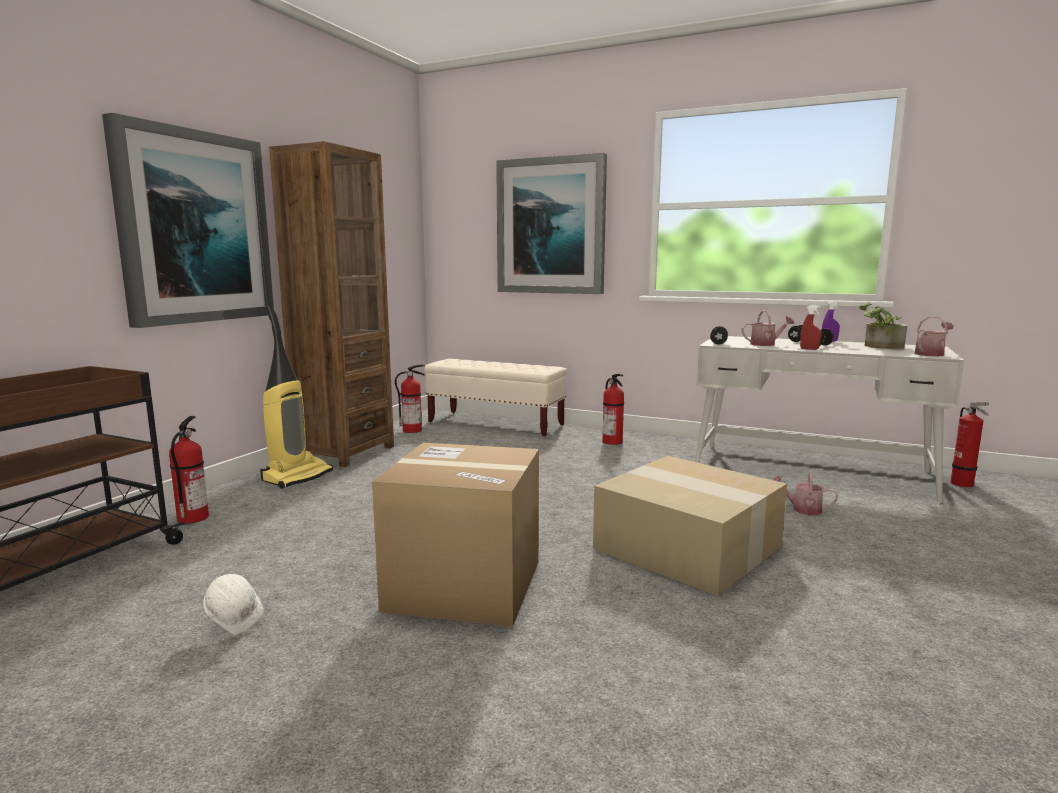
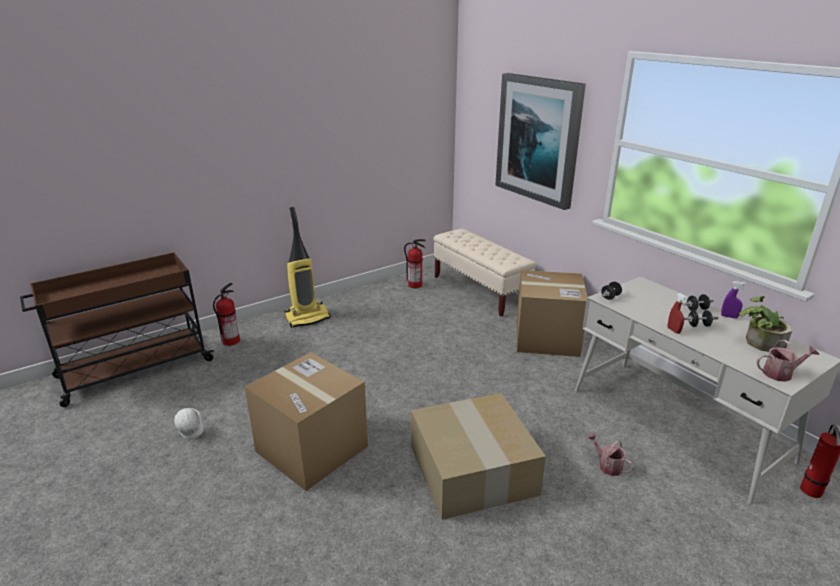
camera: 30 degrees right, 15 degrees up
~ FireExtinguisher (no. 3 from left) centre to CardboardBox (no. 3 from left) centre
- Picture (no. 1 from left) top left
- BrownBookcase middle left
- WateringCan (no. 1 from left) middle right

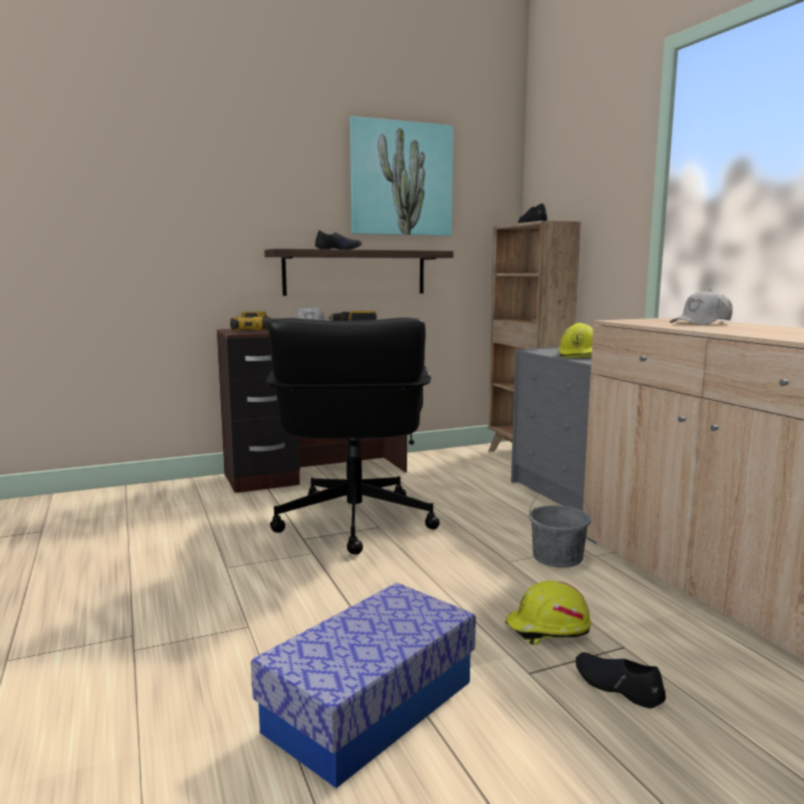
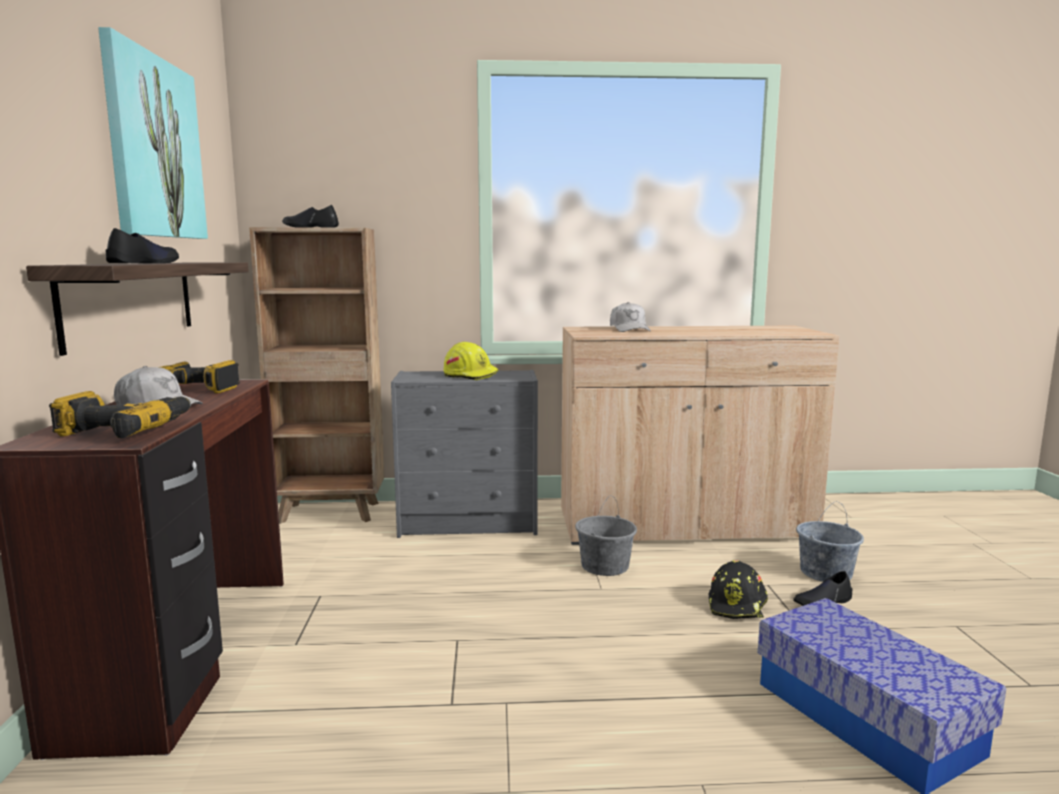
camera: 70 degrees left, 0 degrees up
~ YellowHardHat (no. 1 from left) bottom right to BlackHardHat bottom right
+ GreyBucket (no. 2 from left) bottom right
- BlackOfficeChair centre

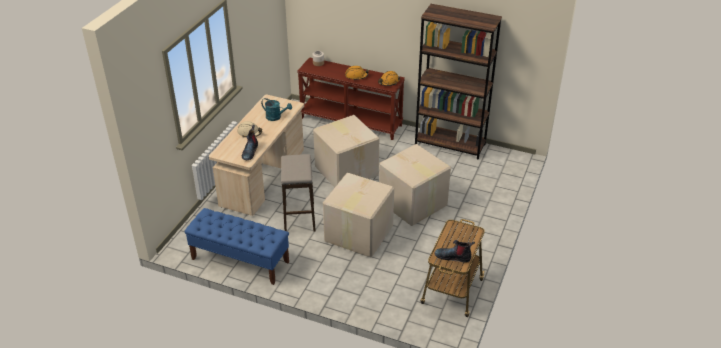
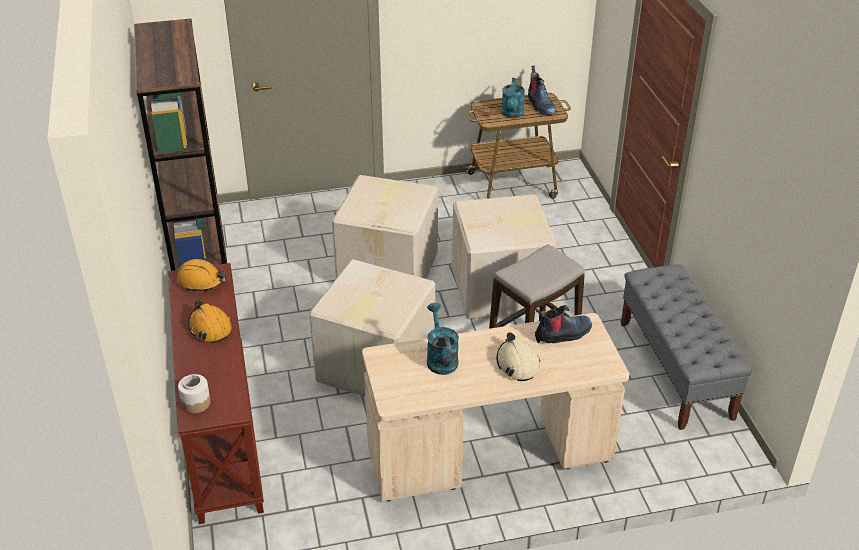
camera: 125 degrees left, 0 degrees up
+ TurquoiseWateringCan (no. 2 from left) top centre
~ BlueBench bottom left to GreyBench middle right

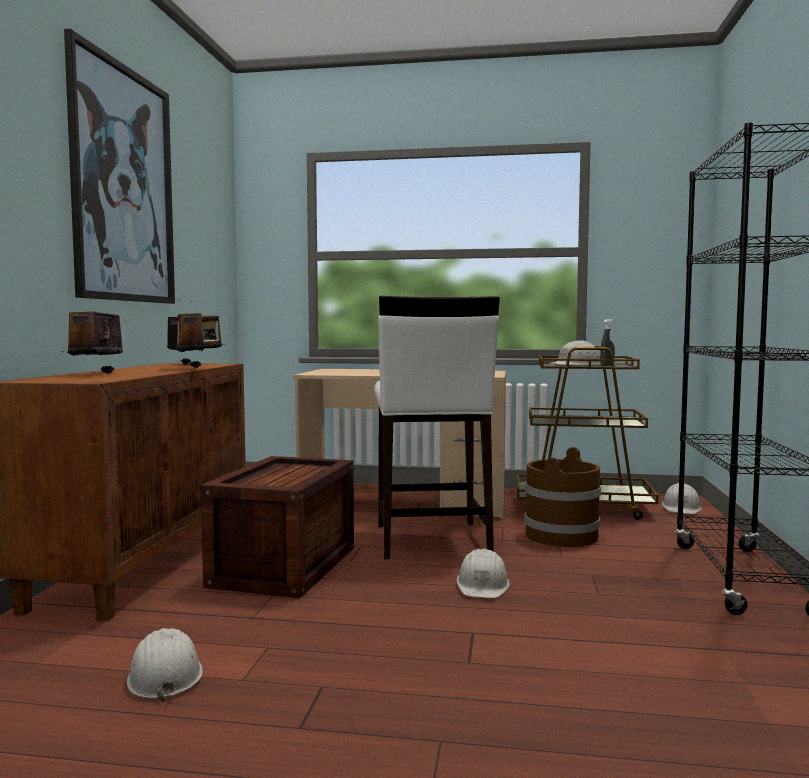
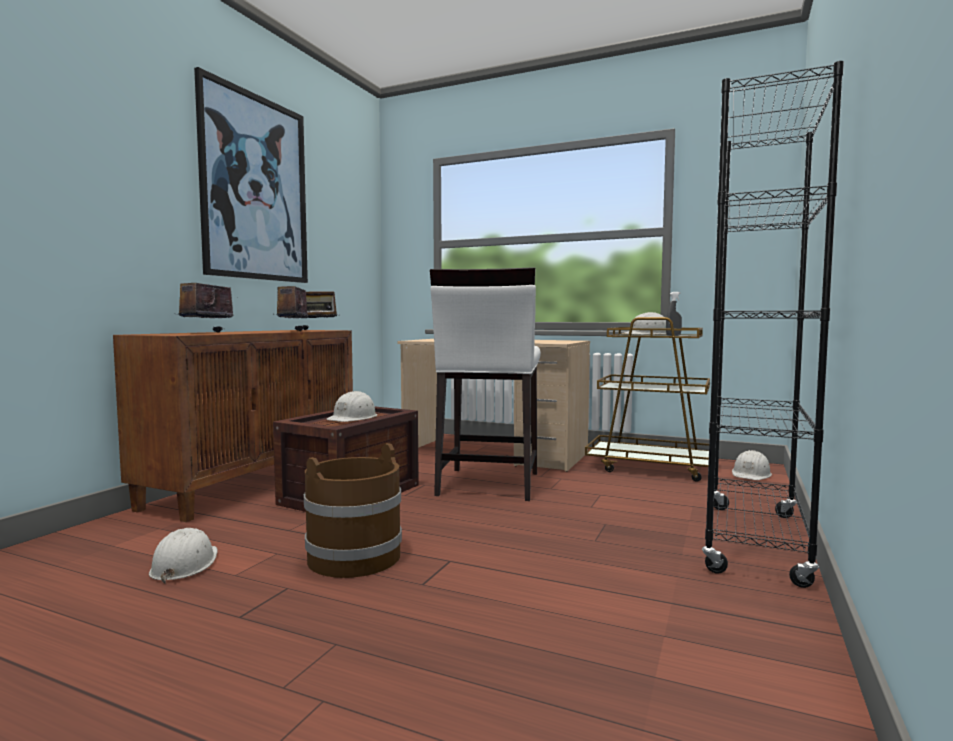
camera: 15 degrees right, 0 degrees up
~ BrownBucket middle right to bottom centre
~ WhiteHardHat (no. 2 from left) bottom centre to centre

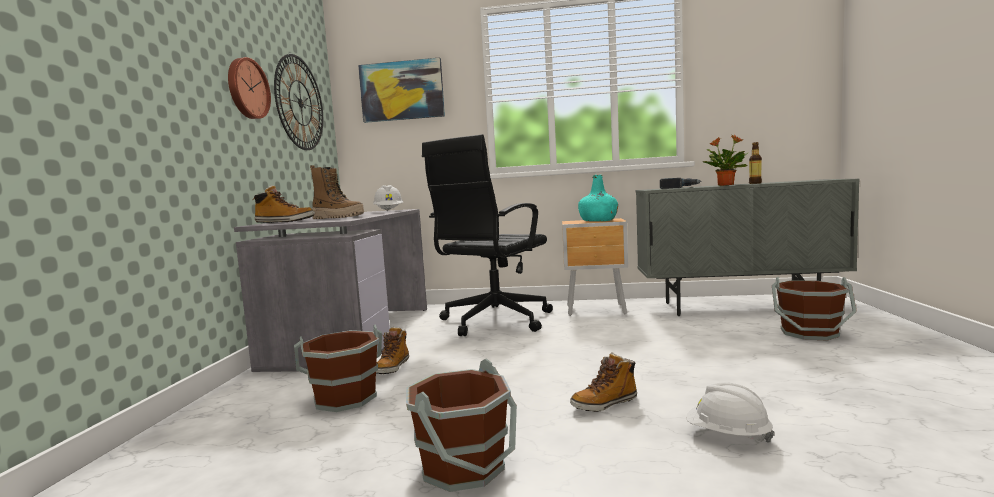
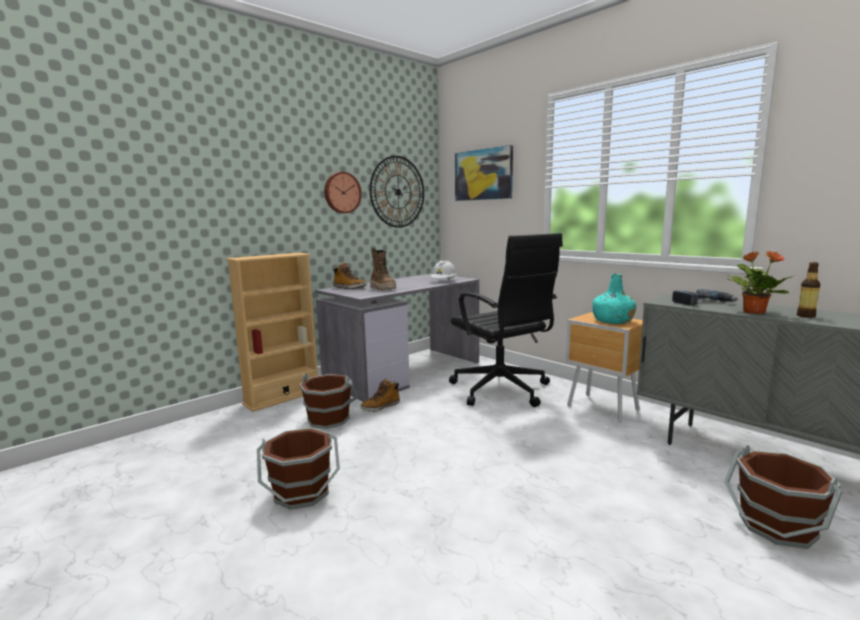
camera: 40 degrees right, 5 degrees up
+ BeigeBookcase middle left
~ BlackOfficeChair centre = centre 105 degrees counterclockwise
- Boot (no. 4 from left) bottom centre
- WhiteHardHat (no. 2 from left) bottom right

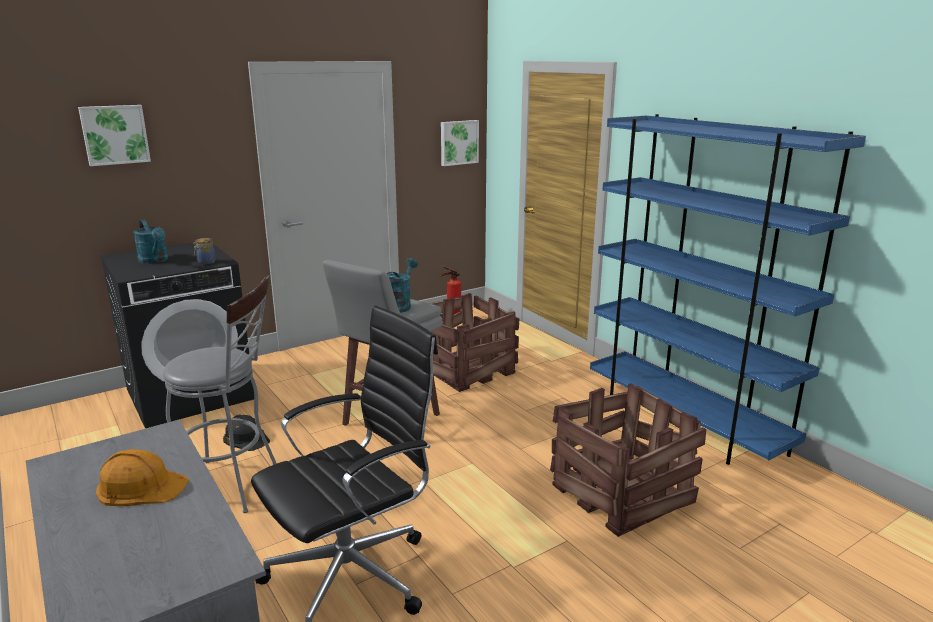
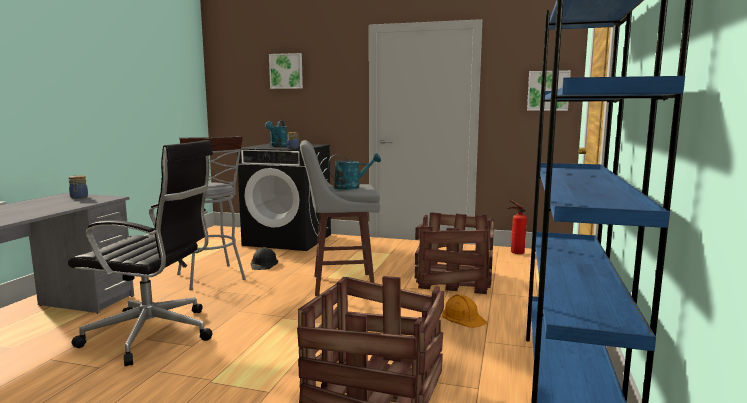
camera: 50 degrees right, 10 degrees down
+ Jar (no. 1 from left) middle left
~ OrangeHardHat bottom left to bottom centre

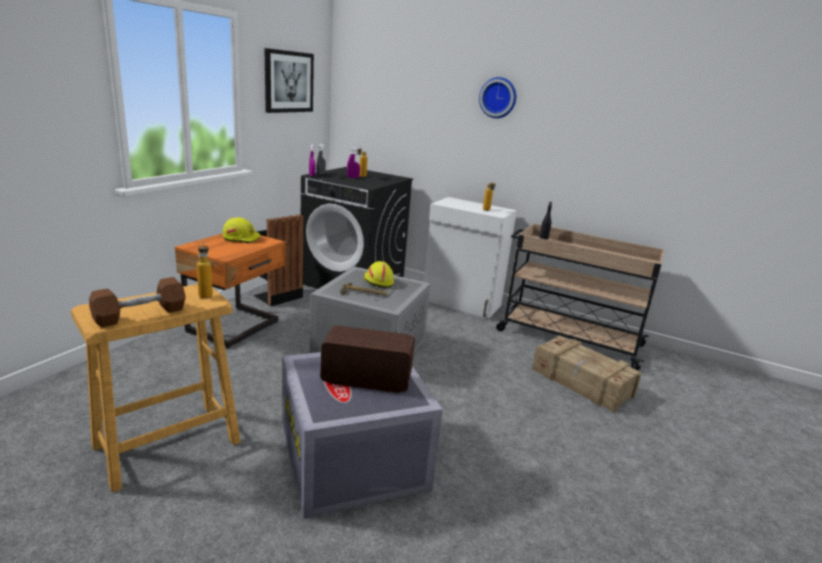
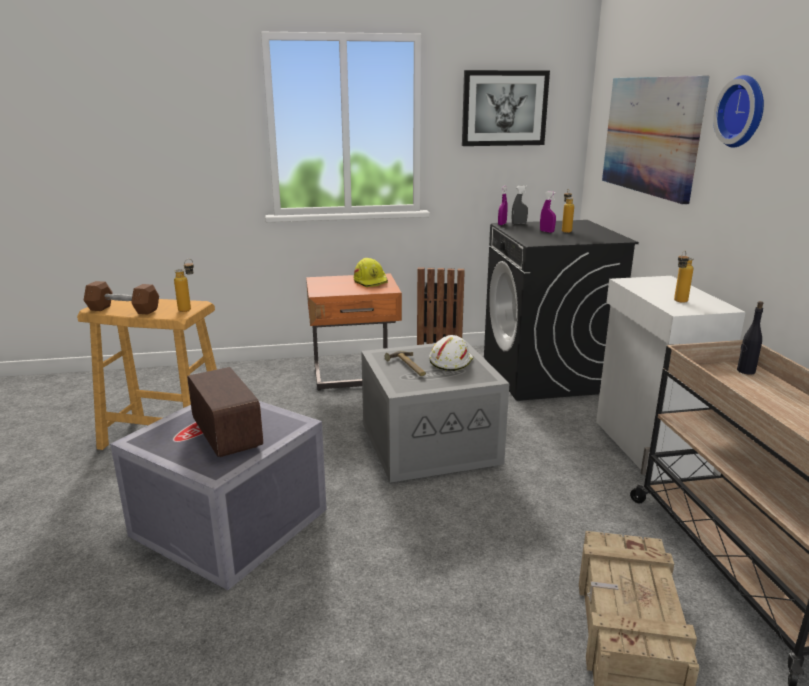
camera: 55 degrees right, 0 degrees up
~ YellowHardHat (no. 2 from left) centre to WhiteHardHat centre
+ Picture (no. 2 from left) top right

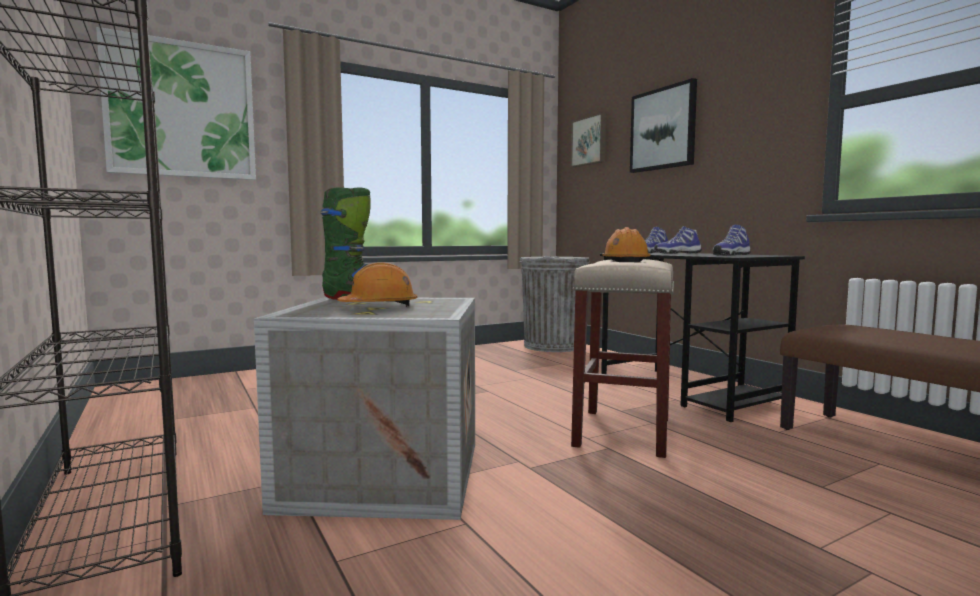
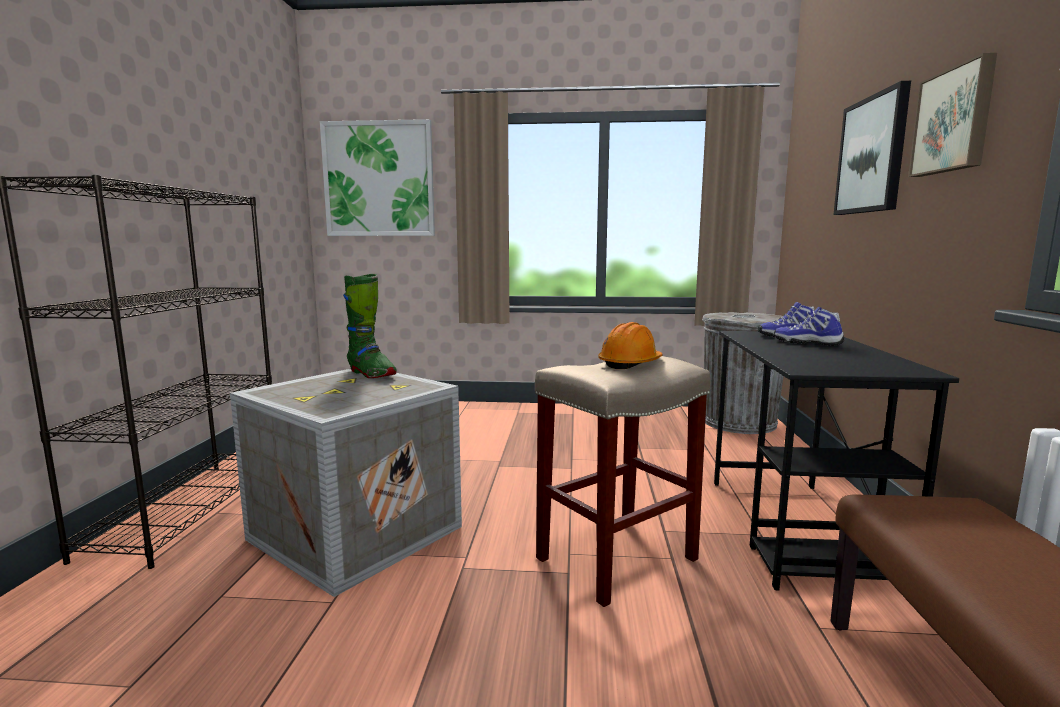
camera: 35 degrees right, 5 degrees up
~ Picture (no. 2 from left in the first image) top centre to Picture (no. 3 from left) top right
- OrangeHardHat (no. 1 from left) centre
- Shoe (no. 3 from left) middle right

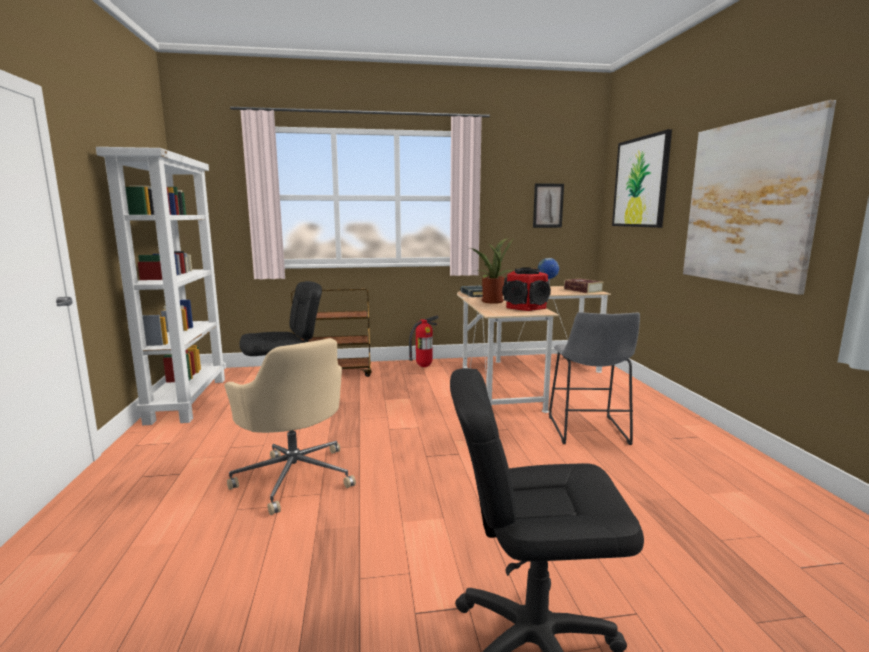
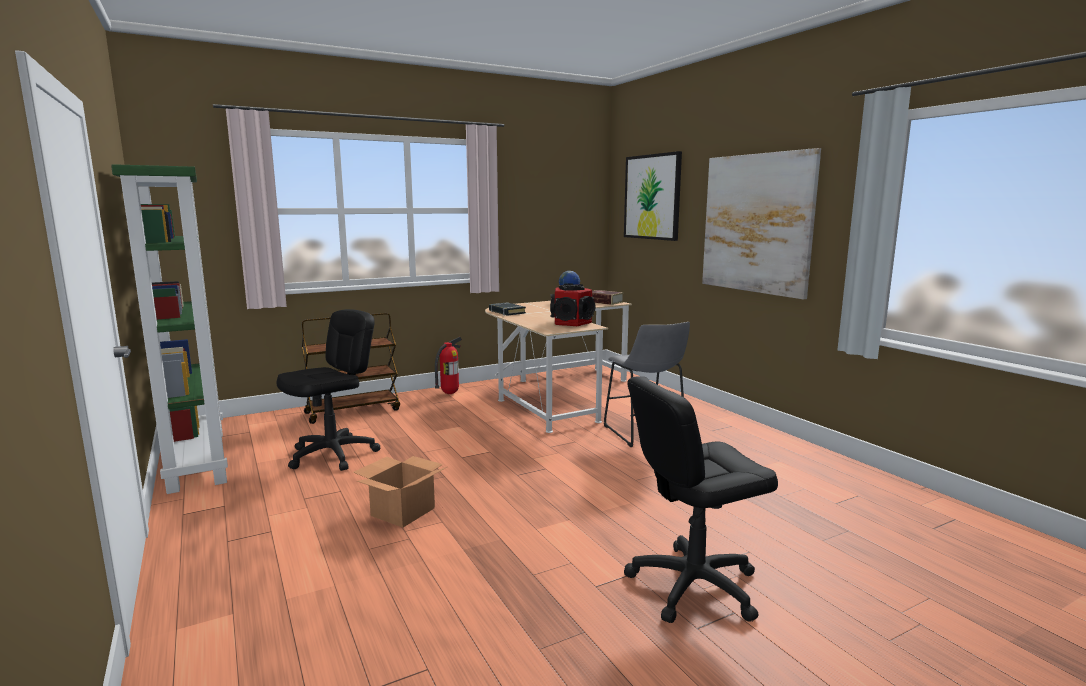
camera: 20 degrees left, 0 degrees up
~ WhiteBookcase middle left to GreenBookcase middle left
~ BeigeOfficeChair centre to CardboardBox bottom centre
- PottedPlant centre
- Picture (no. 1 from left) top centre

